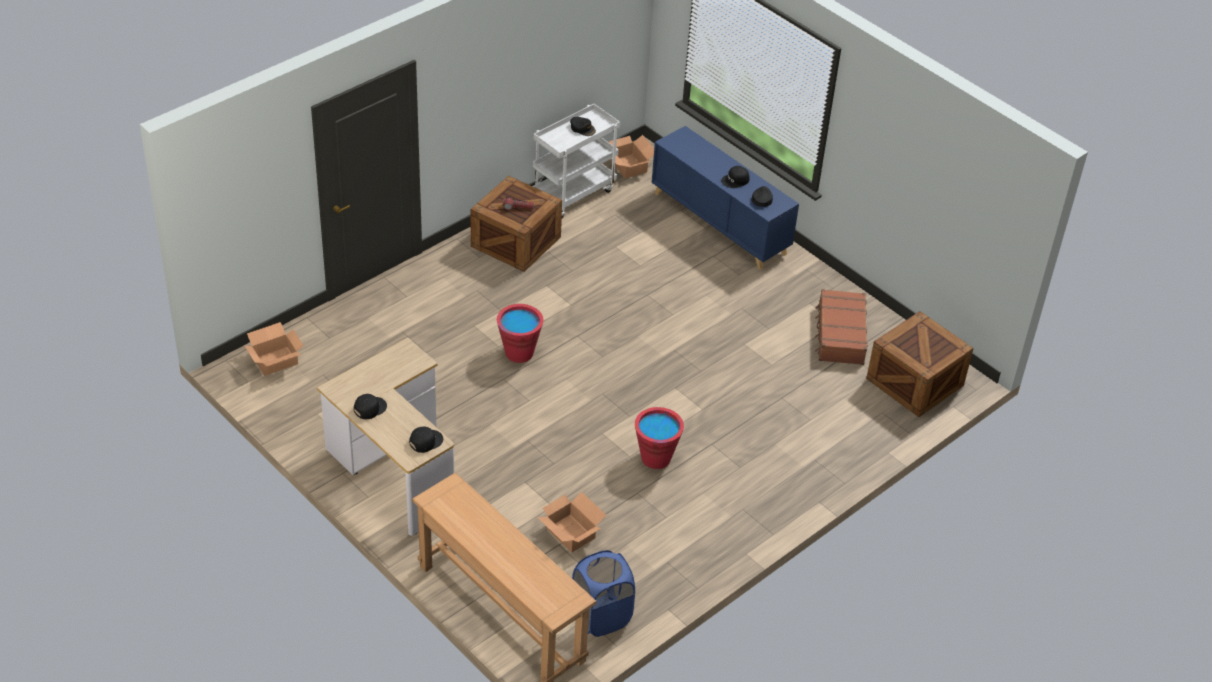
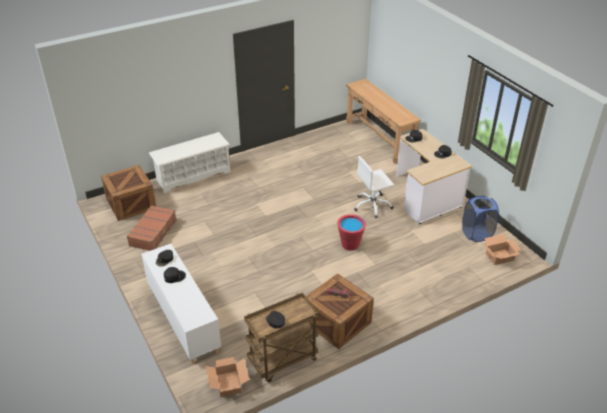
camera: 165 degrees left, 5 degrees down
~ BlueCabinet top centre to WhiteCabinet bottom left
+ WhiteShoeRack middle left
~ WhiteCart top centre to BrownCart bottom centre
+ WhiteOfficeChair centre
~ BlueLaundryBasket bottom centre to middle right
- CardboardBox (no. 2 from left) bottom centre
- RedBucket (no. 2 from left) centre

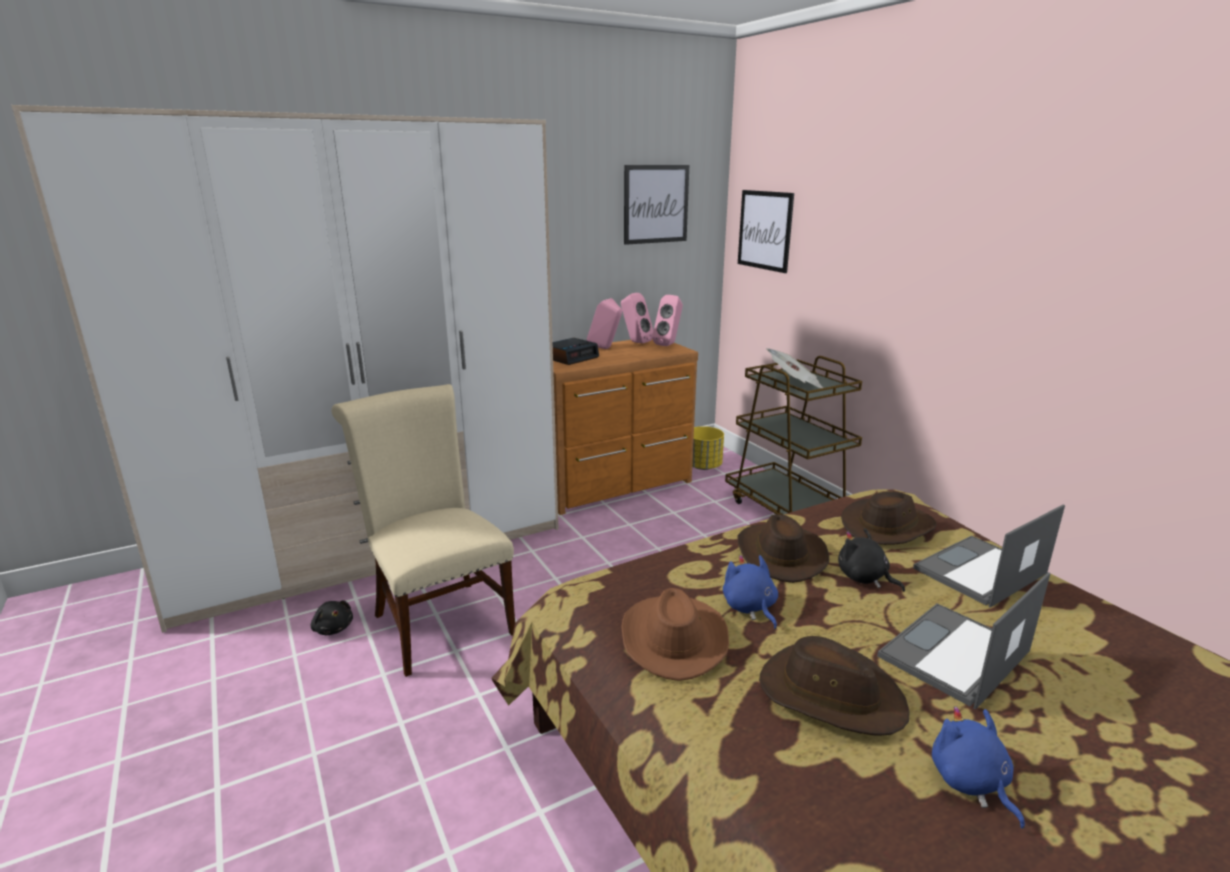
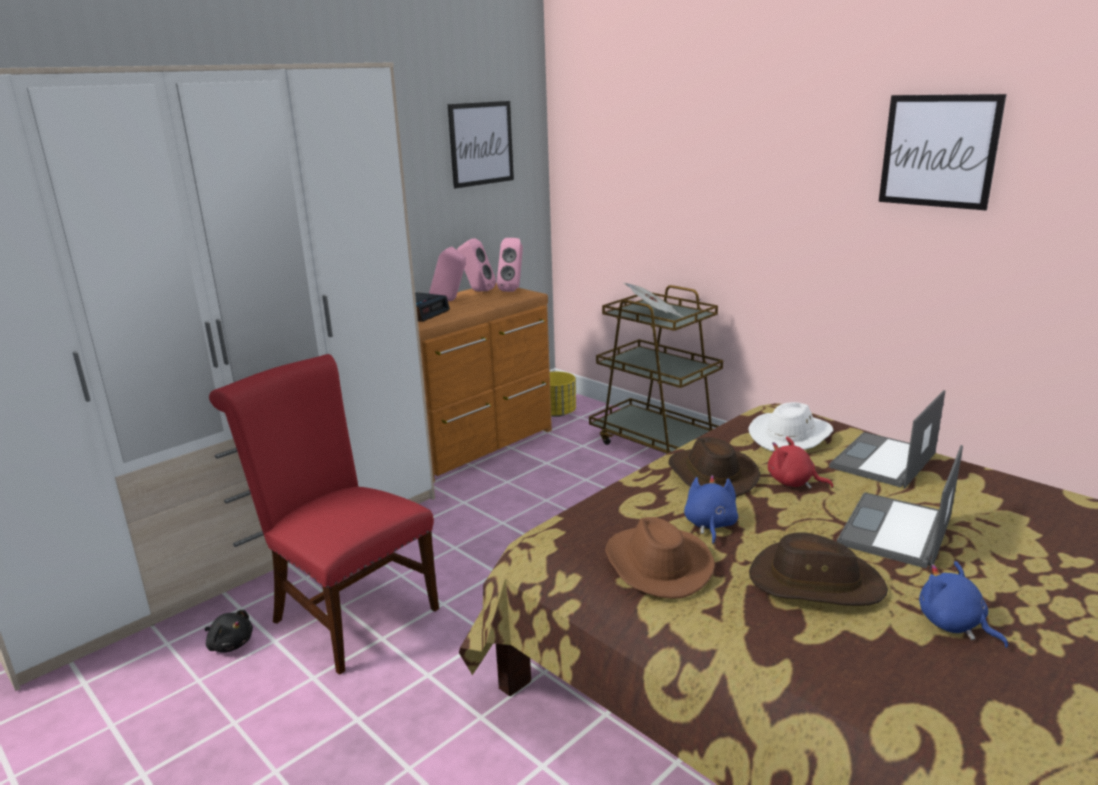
camera: 15 degrees left, 0 degrees up
~ BeigeChair centre to RedChair middle left
~ BluePlushToy (no. 1 from left) bottom centre = centre 45 degrees clockwise
~ BrownHat (no. 4 from left) middle right to WhiteHat middle right
~ BlackPlushToy (no. 2 from left) middle right to RedPlushToy middle right
~ Picture (no. 2 from left) top centre to top right

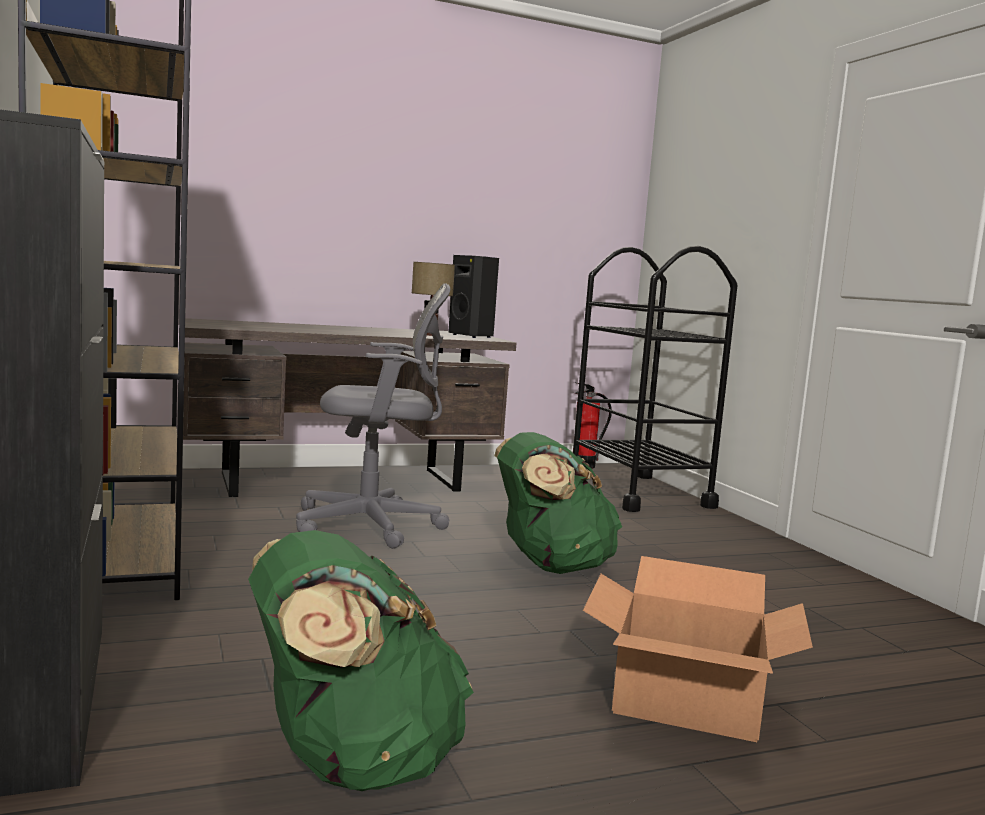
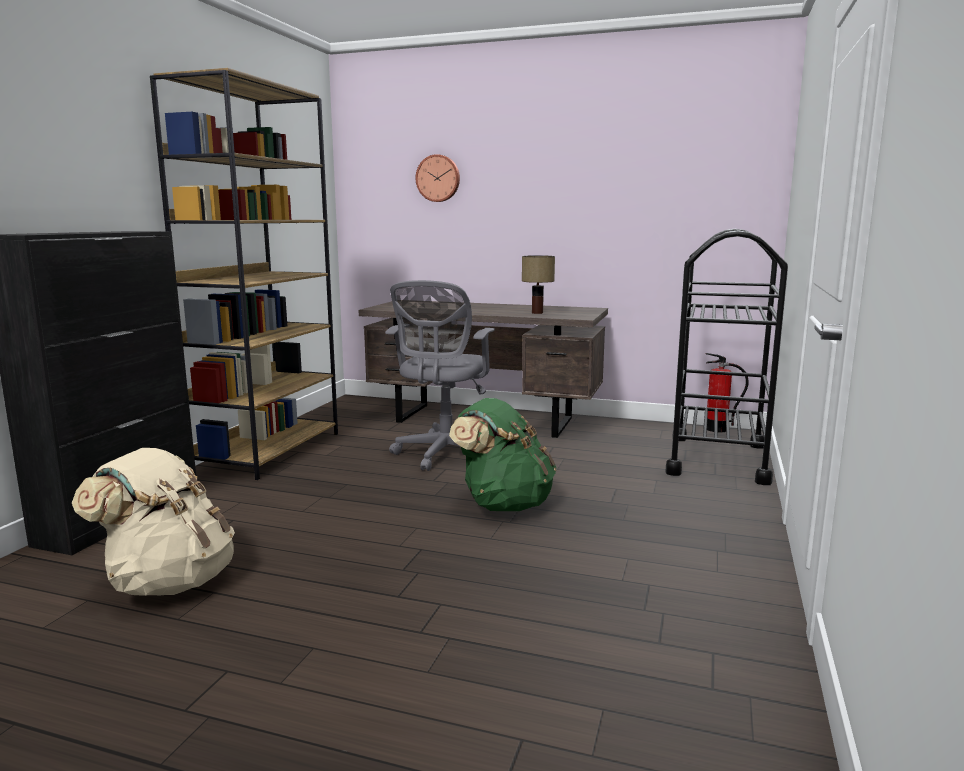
camera: 40 degrees right, 5 degrees up
~ GreenBackpack (no. 1 from left) bottom centre to BeigeBackpack bottom left
~ GreyOfficeChair centre = centre 75 degrees clockwise
+ WallClock top centre
- BlackSpeaker centre
- CardboardBox bottom right

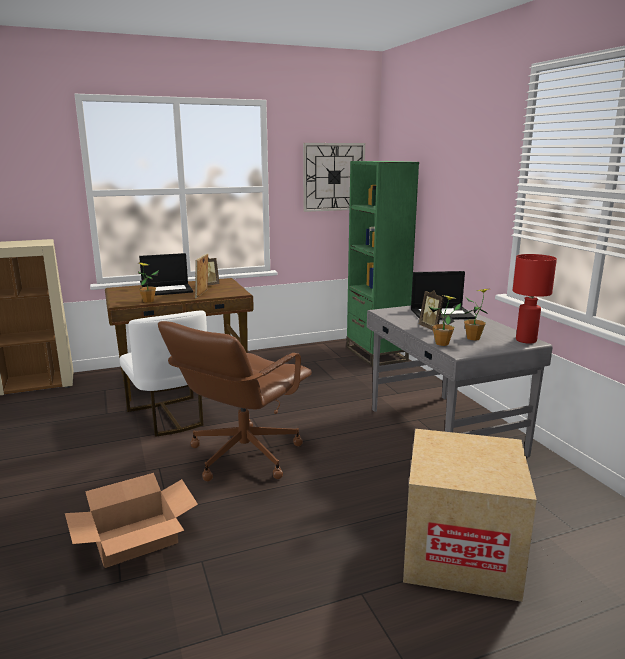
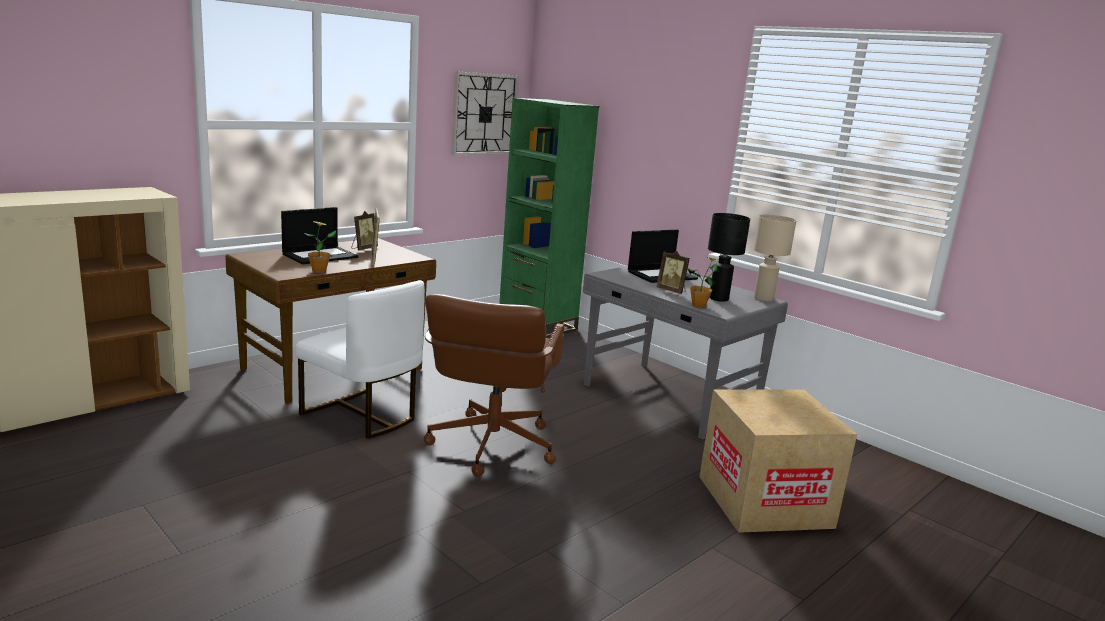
camera: 25 degrees left, 0 degrees up
~ PottedPlant (no. 3 from left) middle right to BlackTableLamp centre
~ RedTableLamp middle right to BeigeTableLamp middle right
- CardboardBox (no. 1 from left) bottom left

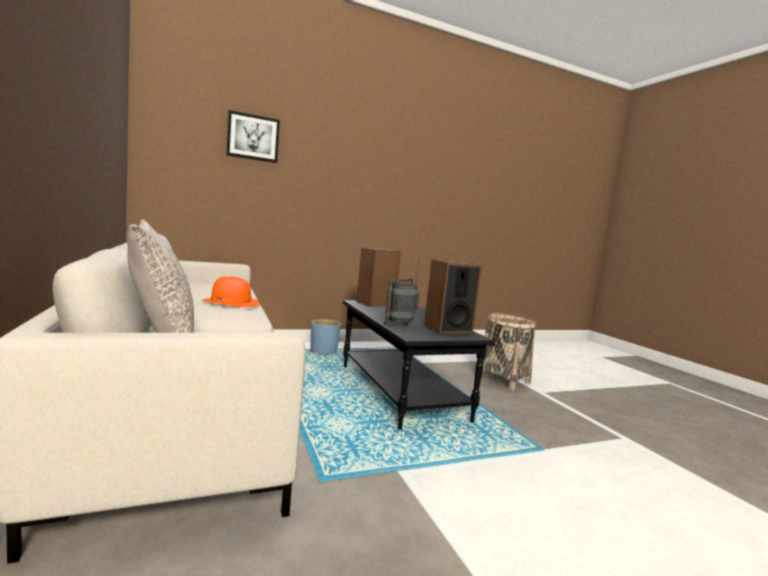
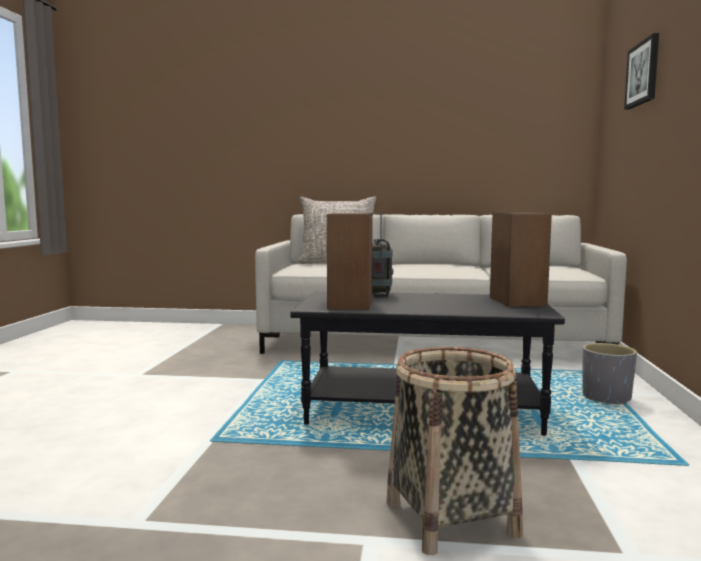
camera: 120 degrees right, 0 degrees up
~ BluePlanter centre to GreyPlanter middle right
- OrangeHat middle left

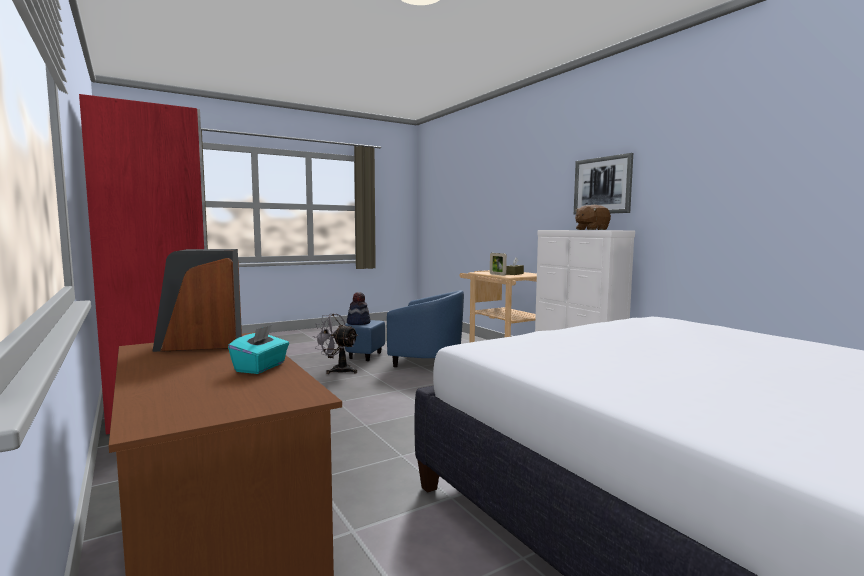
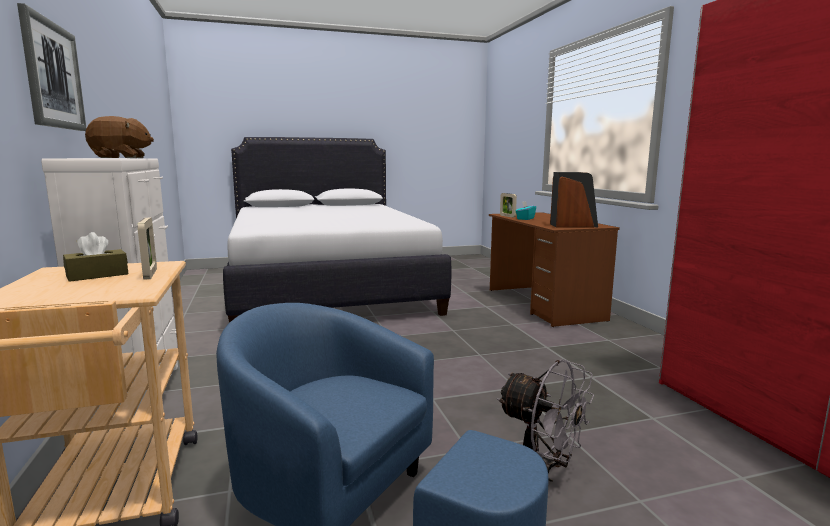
camera: 165 degrees left, 5 degrees up
+ PictureFrame (no. 2 from left) centre
- Hat centre

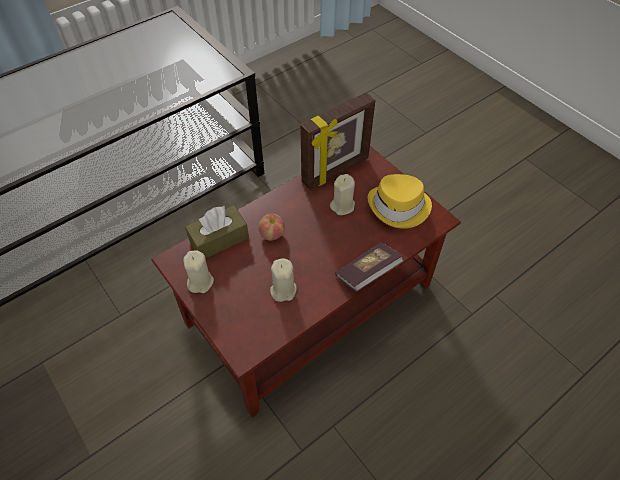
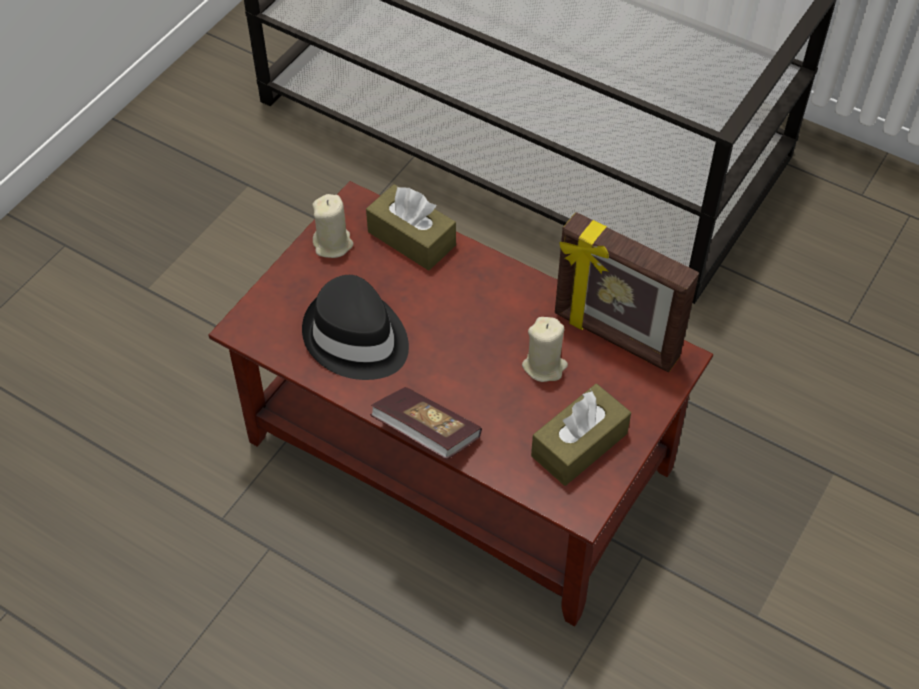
camera: 70 degrees right, 0 degrees up
~ BeigeCandle (no. 2 from left) centre to BlackHat centre
~ YellowHat centre to BrownTissueBox (no. 2 from left) centre
- Apple centre

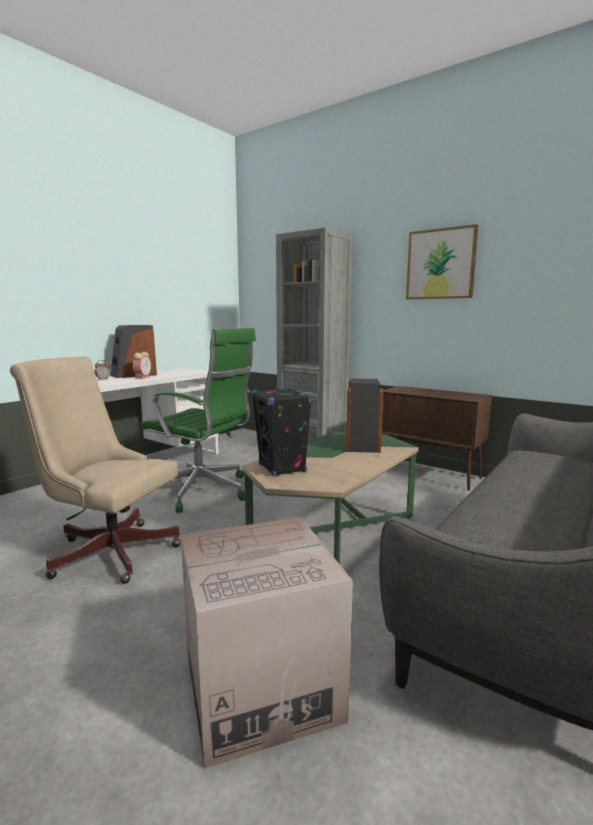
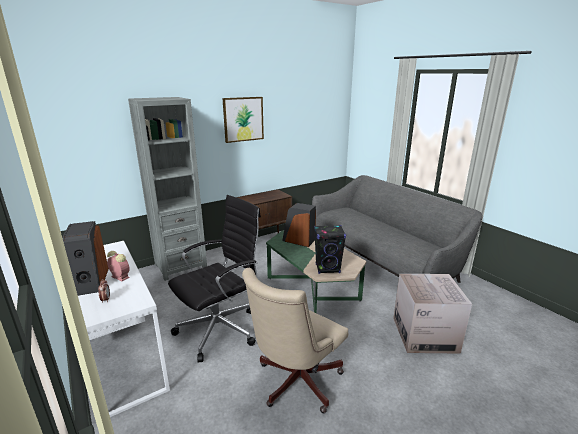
camera: 70 degrees left, 10 degrees up
~ GreenOfficeChair centre to BlackOfficeChair centre

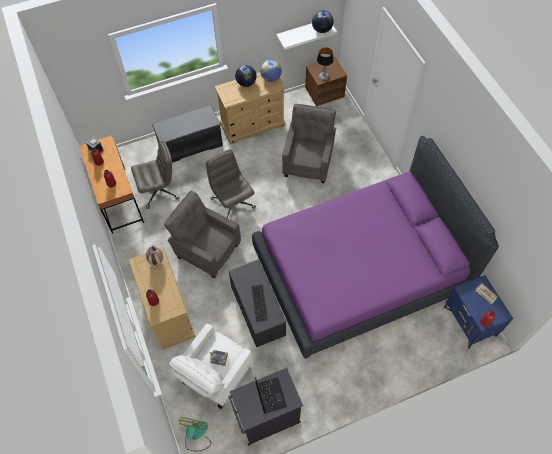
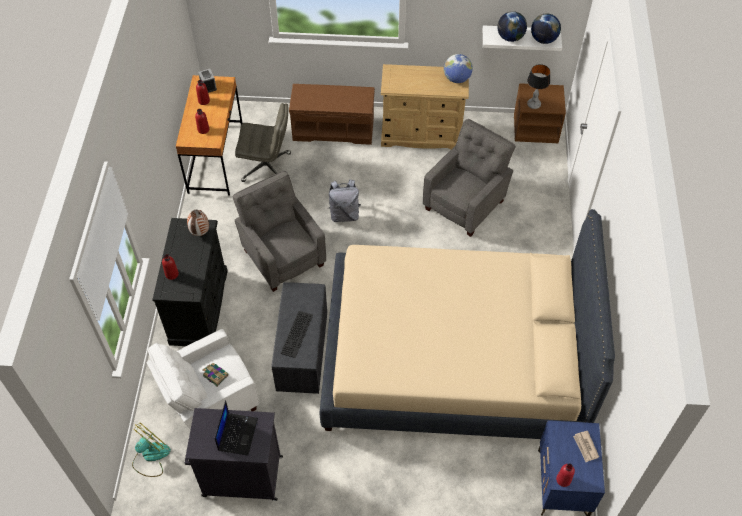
camera: 25 degrees right, 5 degrees down
~ BeigeDresser (no. 1 from left) middle left to BlackDresser middle left
~ GreyBench (no. 1 from left) top centre to BrownBench top centre
~ PurpleBed middle right to BeigeBed centre
~ GreyOfficeChair (no. 2 from left) centre to GreyBackpack centre
~ Globe (no. 1 from left in the first image) top centre to Globe (no. 2 from left) top right

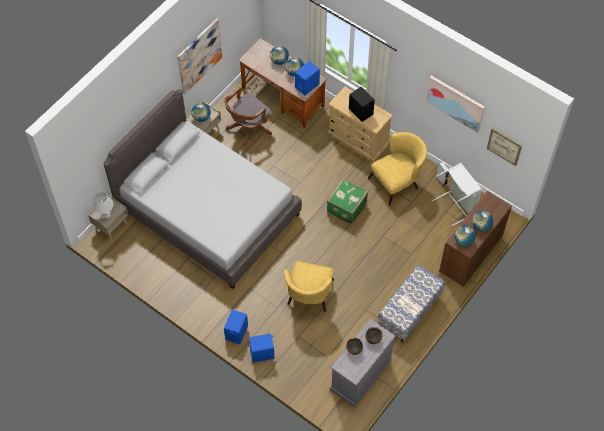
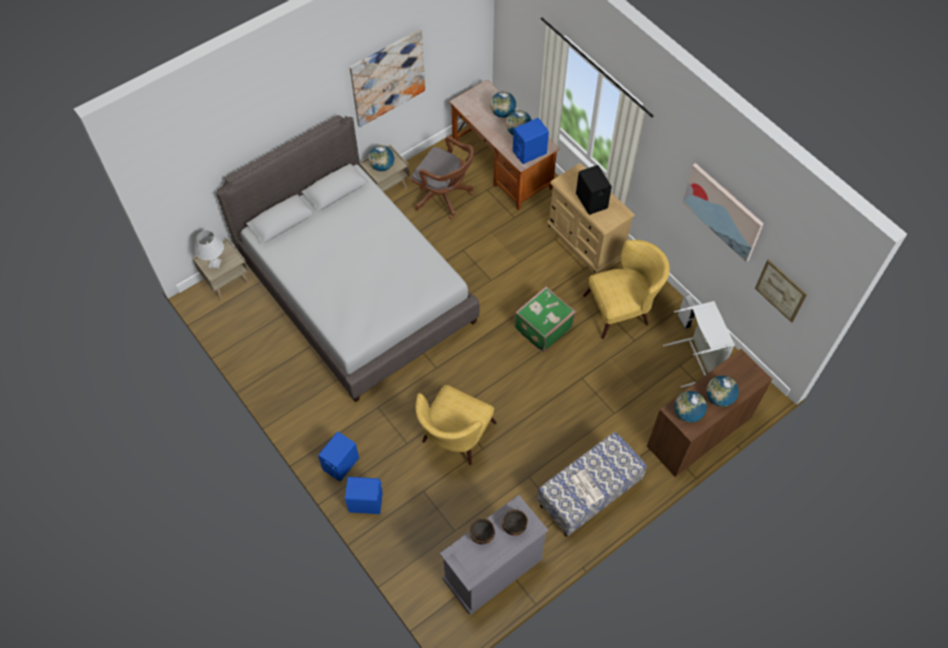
camera: 15 degrees right, 0 degrees up
~ BrownOfficeChair top centre = top centre 120 degrees counterclockwise

